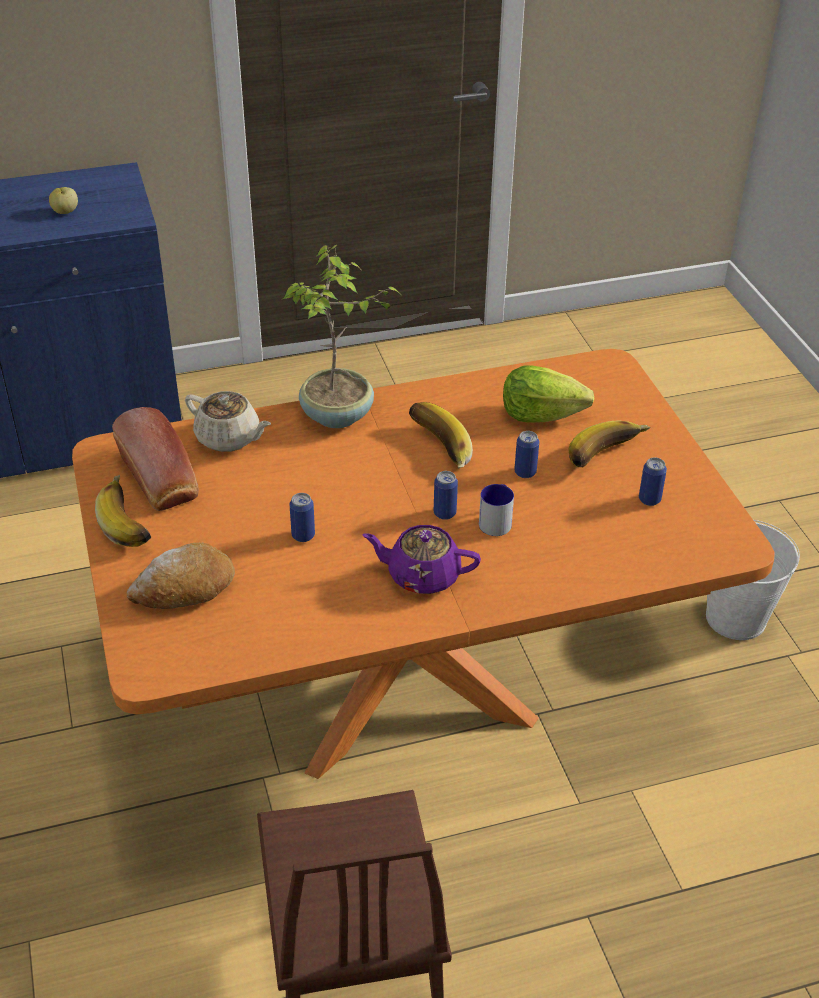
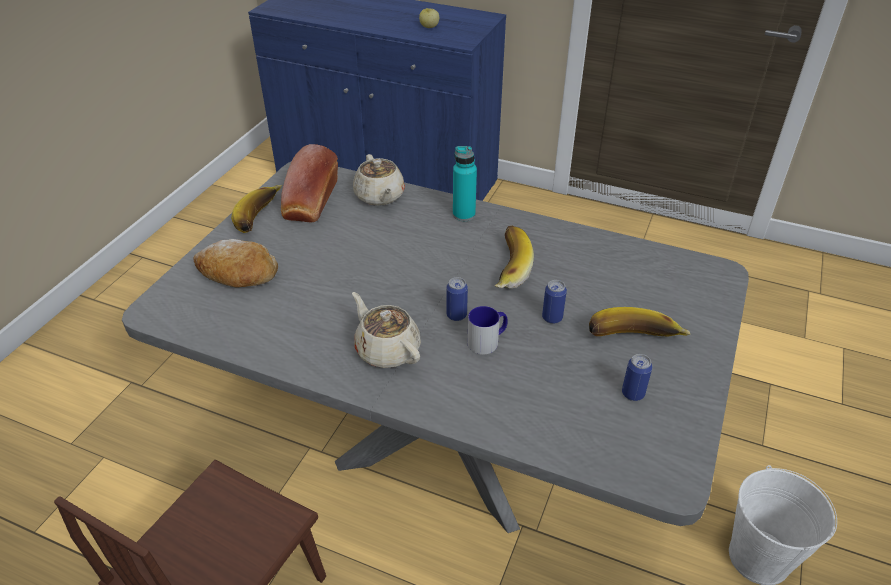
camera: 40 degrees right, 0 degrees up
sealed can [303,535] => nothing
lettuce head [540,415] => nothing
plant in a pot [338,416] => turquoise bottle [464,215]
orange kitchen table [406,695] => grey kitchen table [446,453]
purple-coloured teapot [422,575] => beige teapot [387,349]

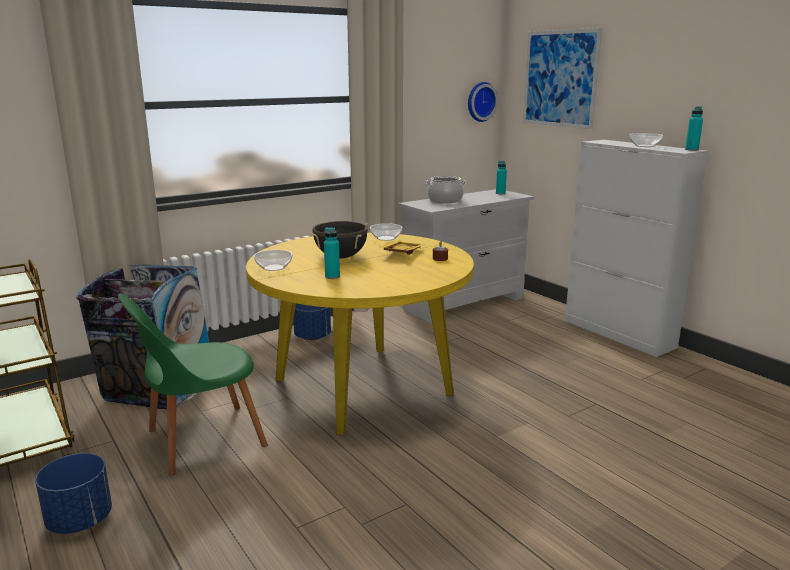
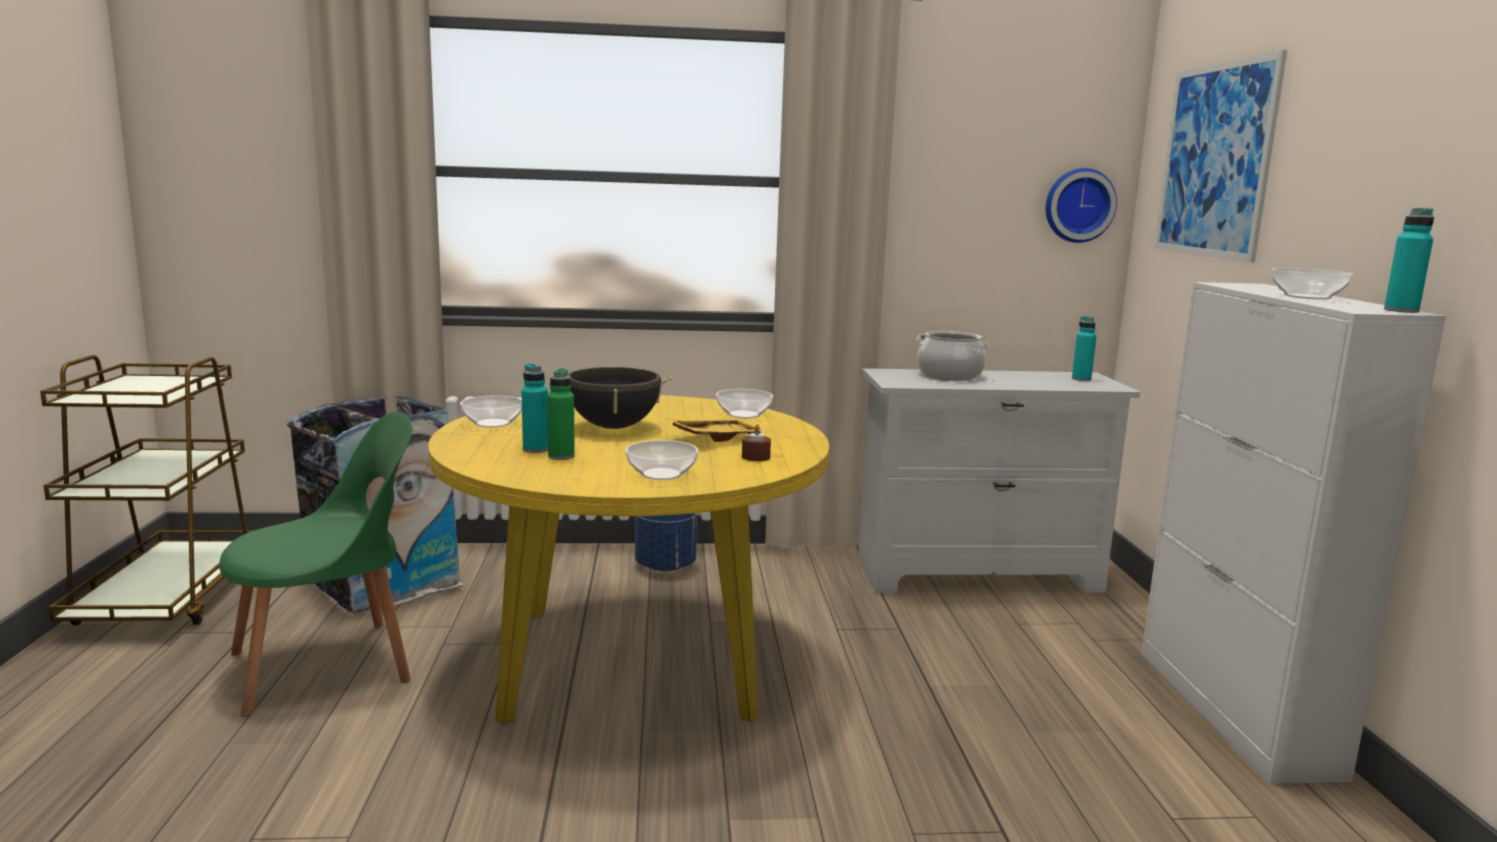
camera: 30 degrees right, 5 degrees down
blue-coloured plant pot [80,520] => nothing
nothing => green bottle [561,456]
nothing => serving bowl [662,474]
green upright chair [200,440] => green upright chair [329,665], 150 degrees clockwise

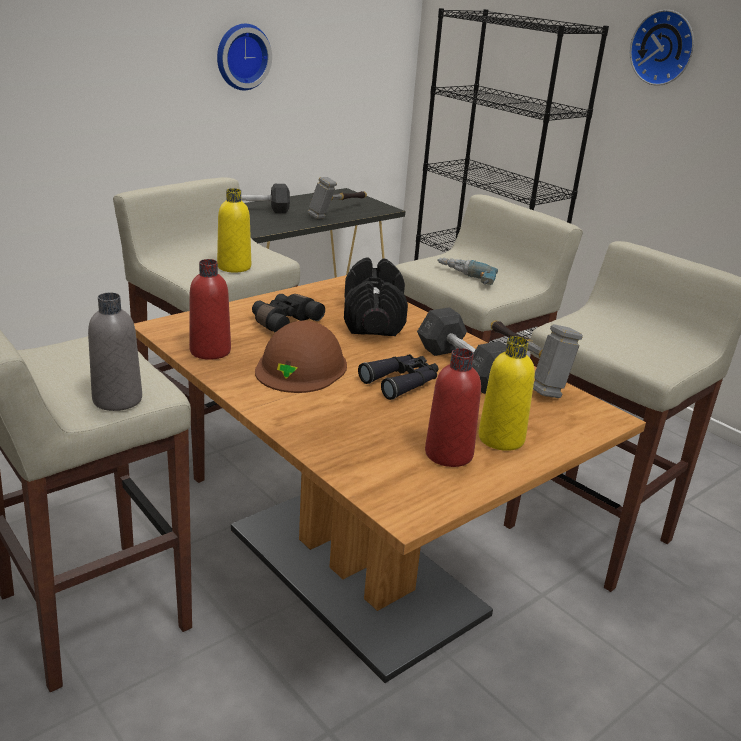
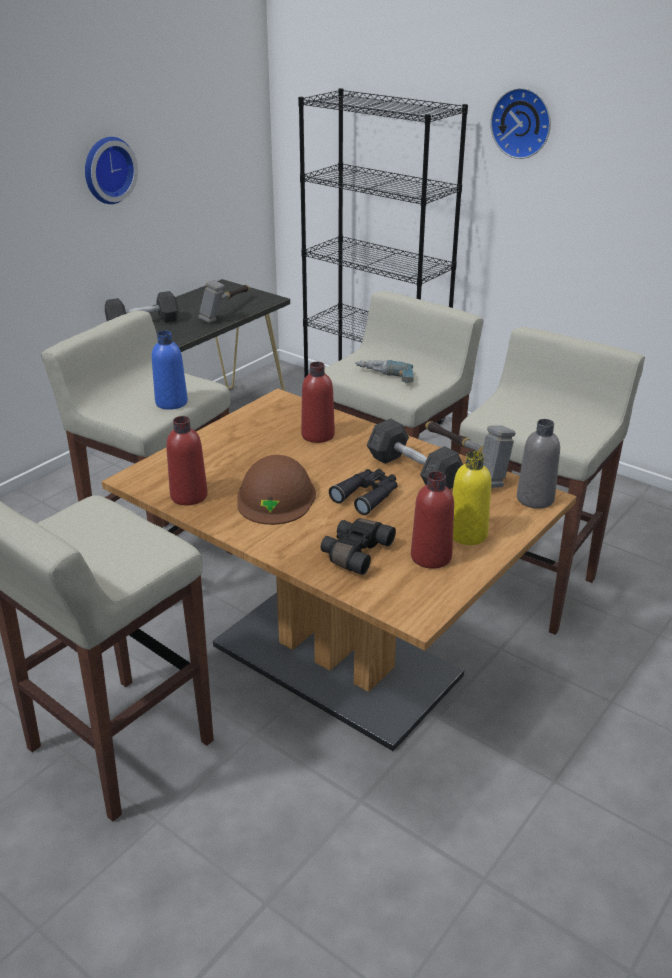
camera: 10 degrees left, 5 degrees up
grey bottle [117,399] => grey bottle [535,499], move
black-coloured binoculars [284,321] => black-coloured binoculars [354,553], move
black-coloured free weight [373,319] => red-coloured bottle [318,435]
yellowish bottle [234,267] => blue-coloured bottle [171,403]

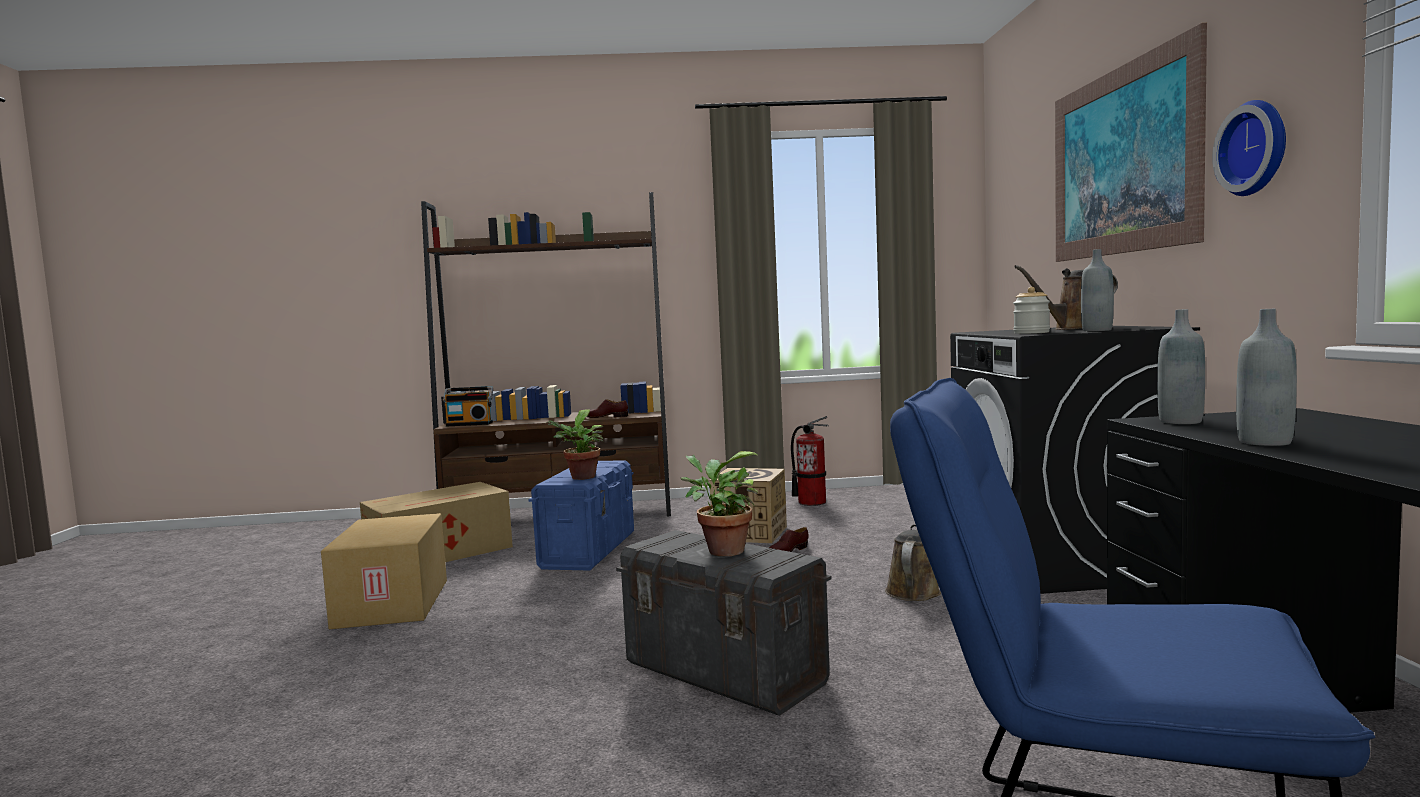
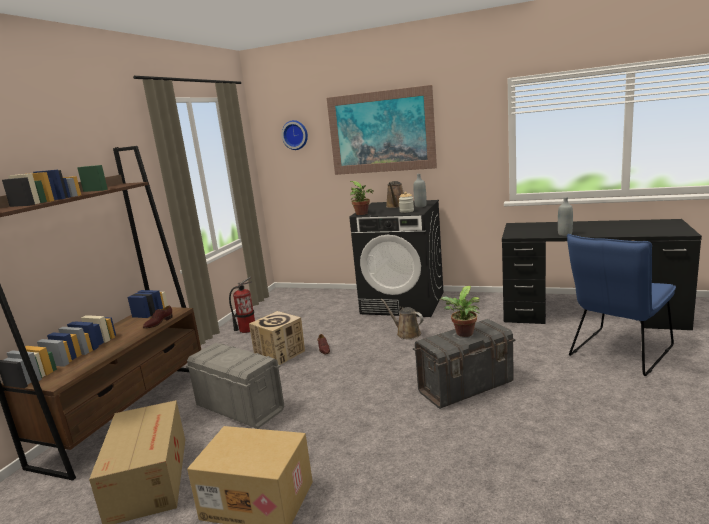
camera: 65 degrees left, 10 degrees up
radio [470,424] => nothing
grey bottle [1180,421] => nothing
plant in a pot [581,478] => plant in a pot [363,214], move
clock on the wall [1256,148] => clock on the wall [295,135], move
blue-coloured storage box [589,550] => grey storage box [240,407]

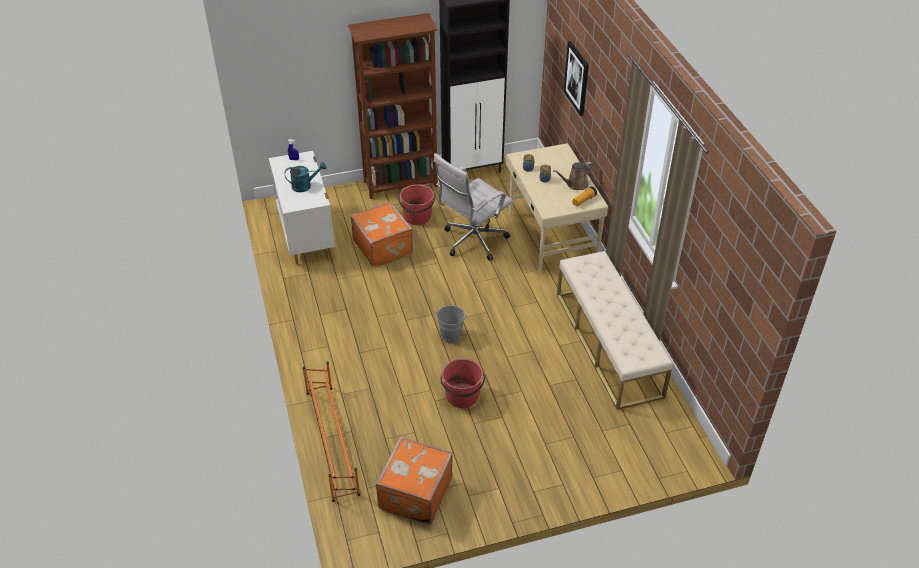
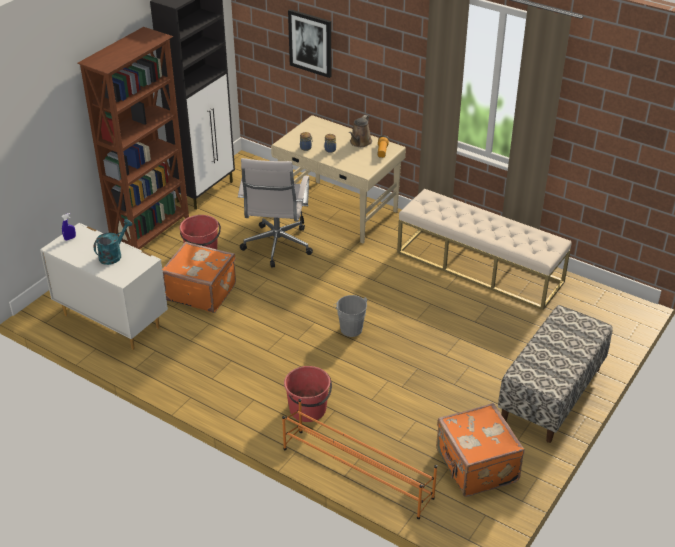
camera: 40 degrees left, 5 degrees down
nothing => long seat [551,394]
red-coloured pail [462,396] => red-coloured pail [308,409], move

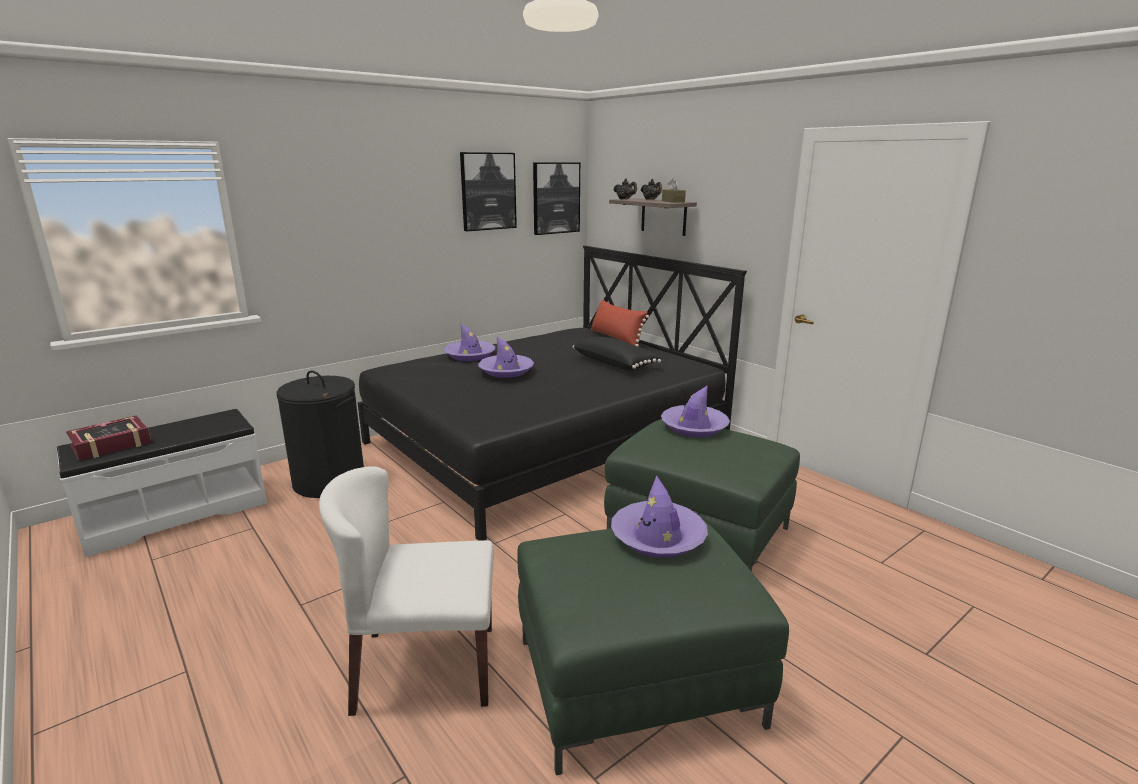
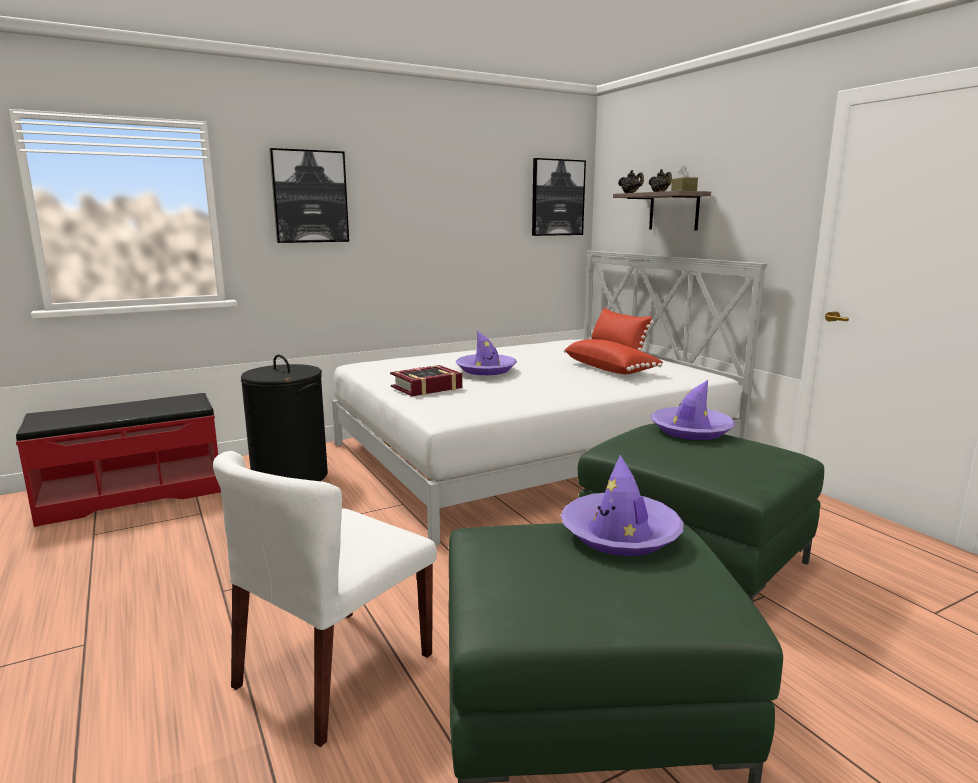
camera: 10 degrees right, 5 degrees down
purple-coloured wearable hat [470,355] => nothing
bound book [111,444] => bound book [426,387], move
picture [488,191] => picture [310,197], move
white long seat [176,513] => red-coloured long seat [133,494]
black-coloured sleeping bed [545,441] => white sleeping bed [529,454]
black-coloured pillow [615,364] => red-coloured pillow [610,369]
white upright chair [424,668] => white upright chair [334,671], 60 degrees counterclockwise

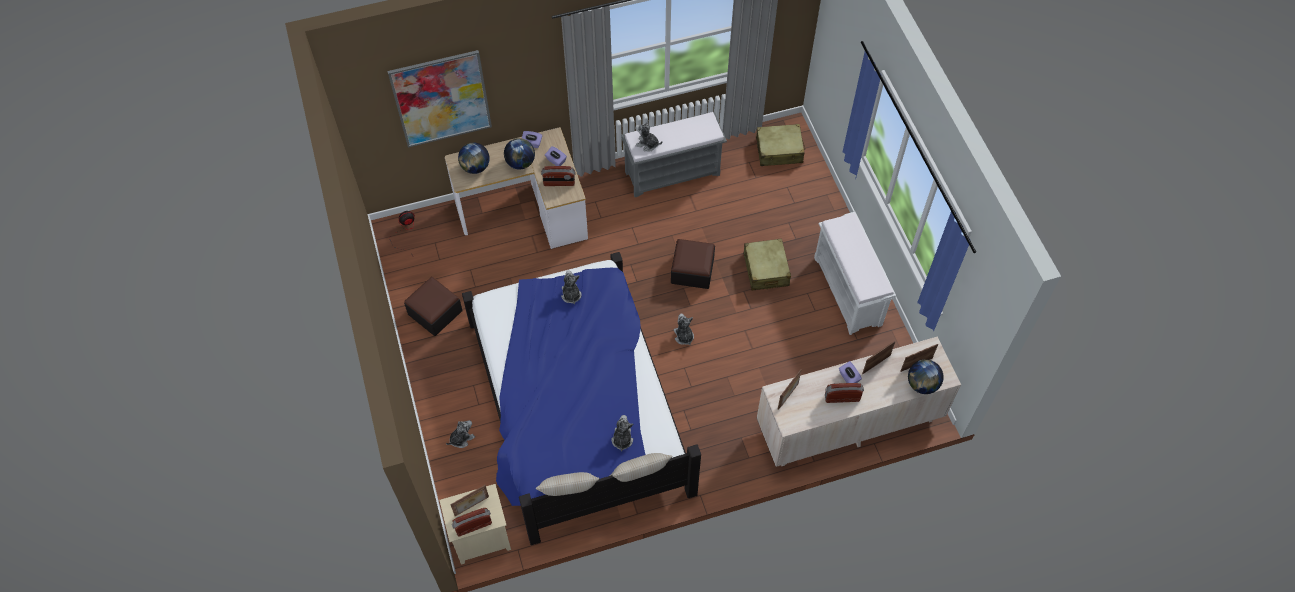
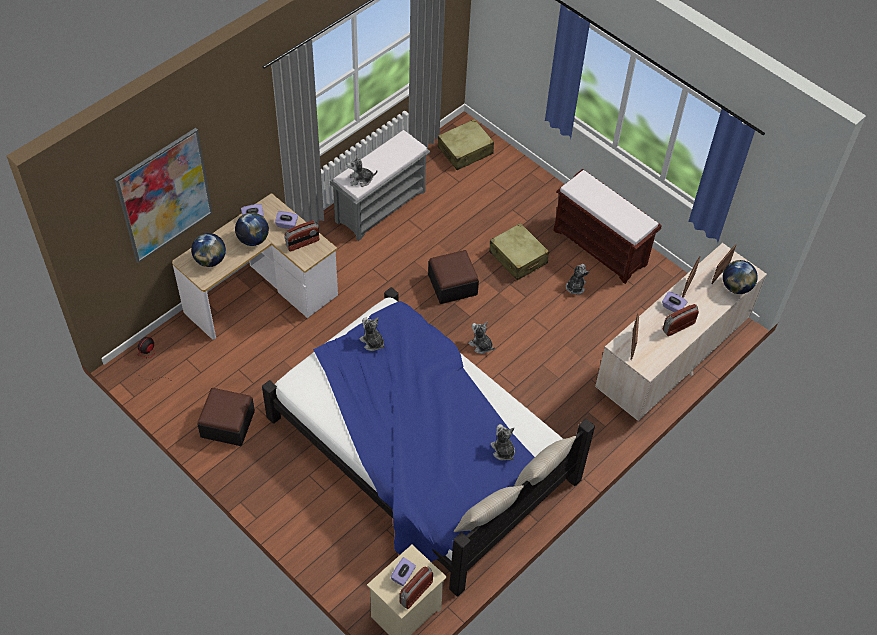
camera: 30 degrees left, 5 degrees down
soft toy [461,438] => soft toy [575,287], move
picture frame [472,507] => purple-coloured tissue box [403,575]
white long seat [848,291] => brown long seat [601,247]

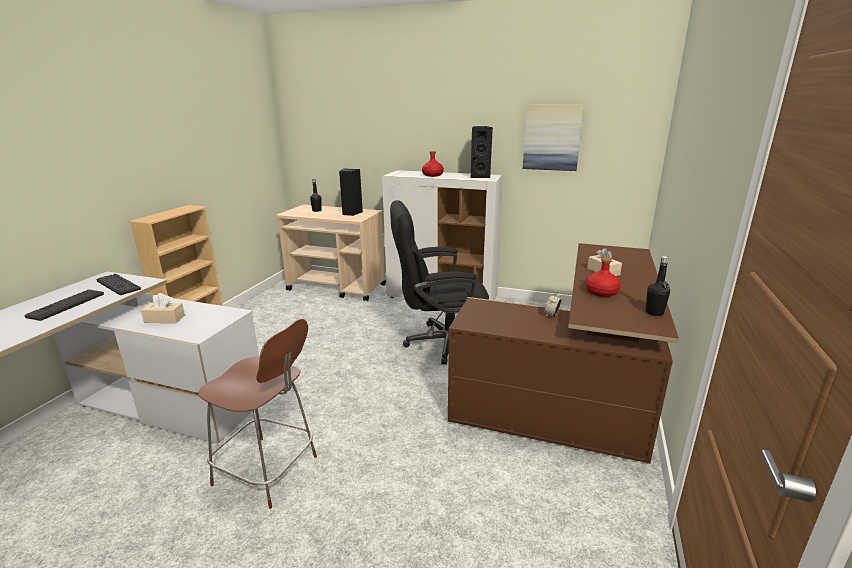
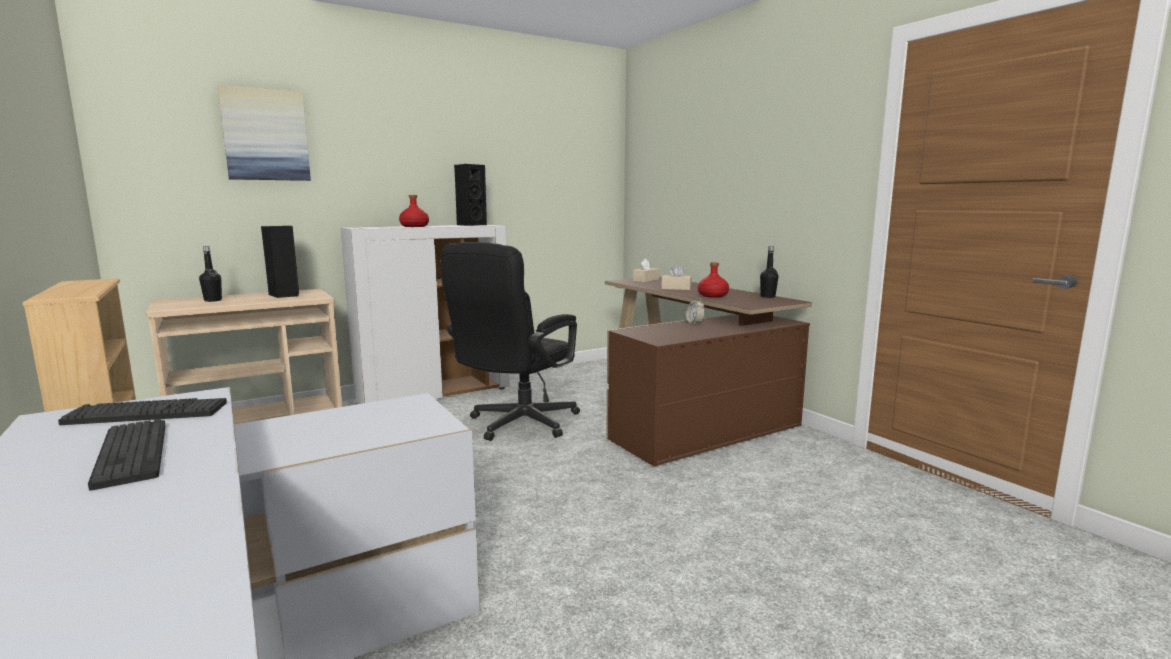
camera: 50 degrees left, 10 degrees down
brown stool [268,471] => nothing
beige tissue box [164,319] => beige tissue box [646,280], move
picture [552,137] => picture [266,135], move

